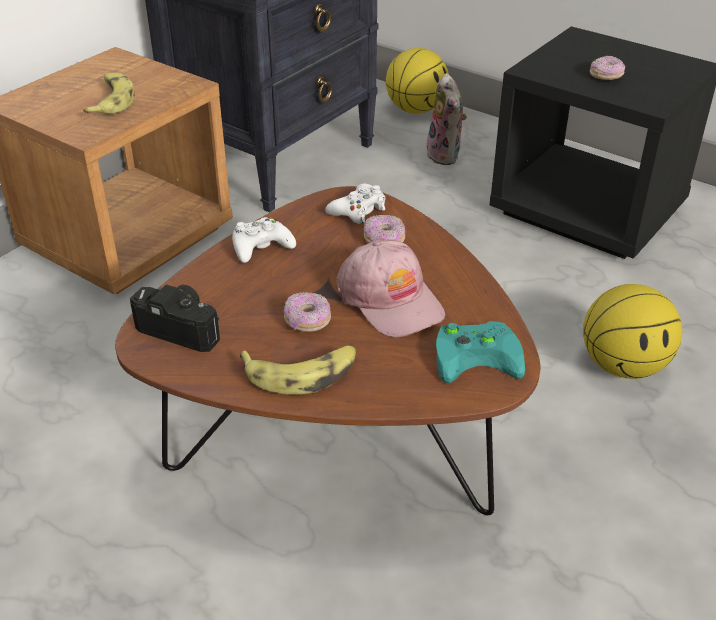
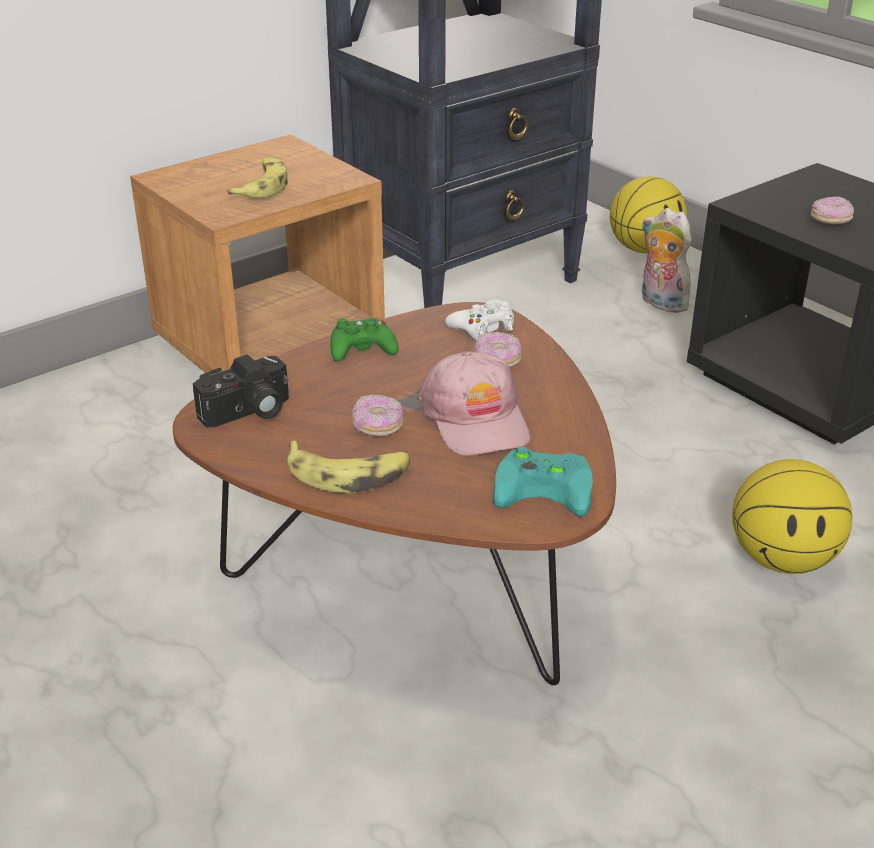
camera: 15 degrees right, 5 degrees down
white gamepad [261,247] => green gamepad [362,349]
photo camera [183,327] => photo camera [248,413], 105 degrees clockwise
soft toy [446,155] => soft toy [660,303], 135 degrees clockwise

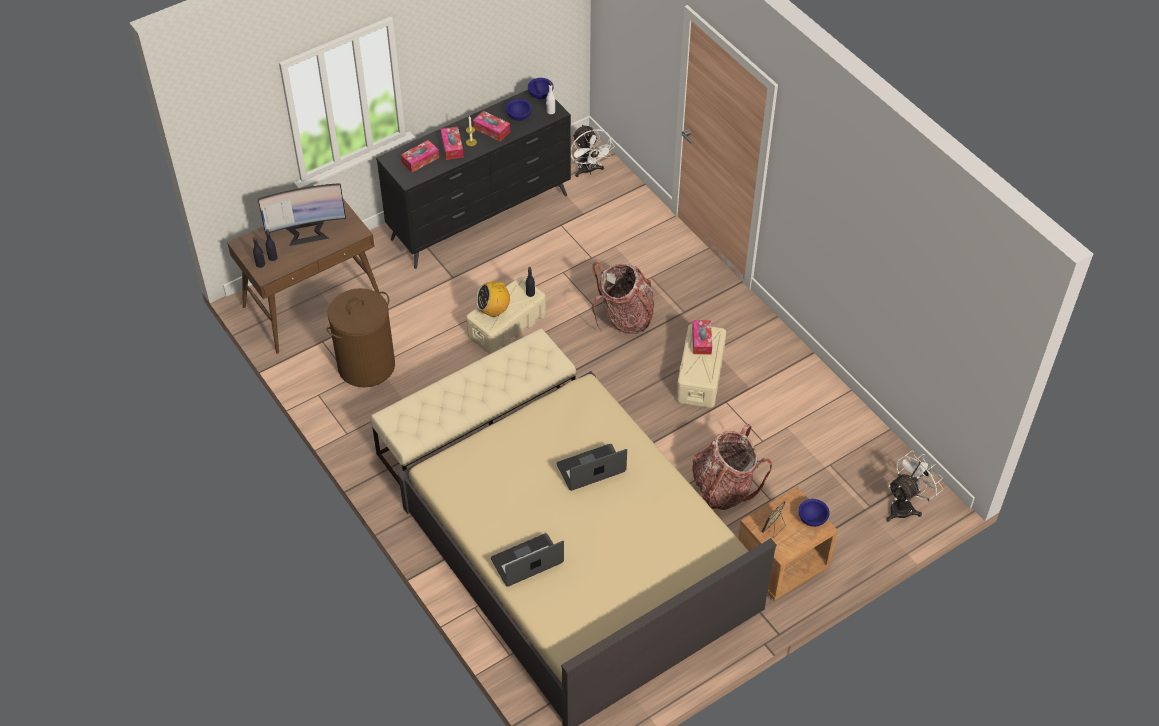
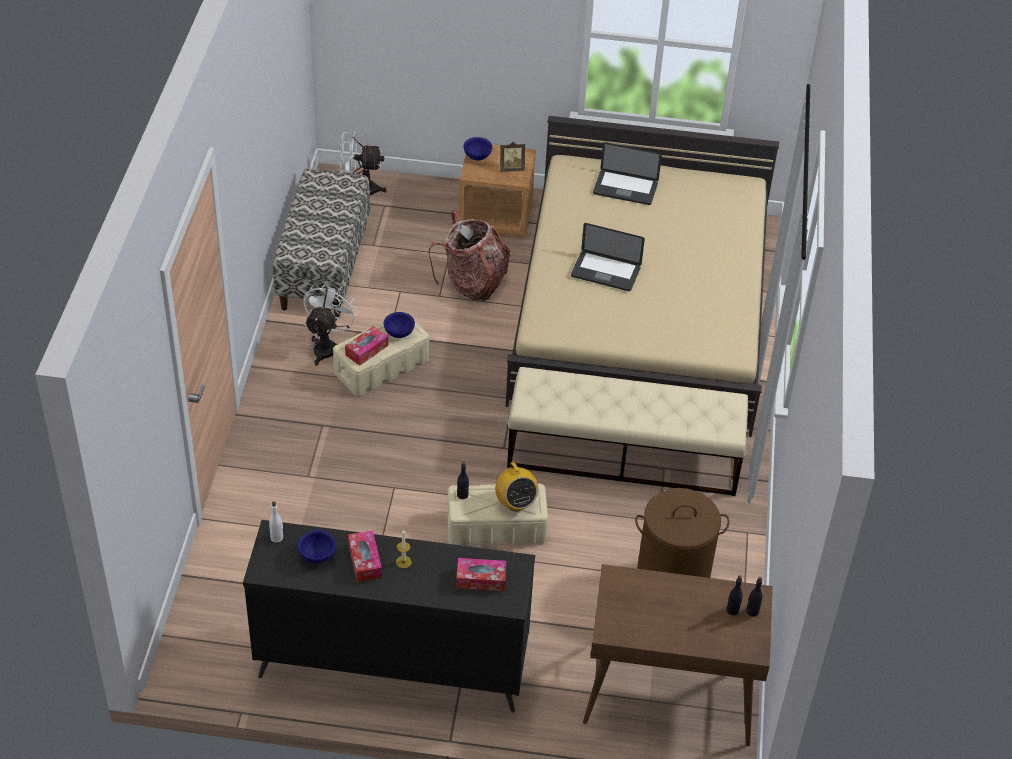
camera: 140 degrees left, 5 degrees down
monitor [307,232] => nothing
tissue box [452,147] => nothing
backpack [624,318] => nothing
nothing => long seat [323,267]
portable computer [527,561] => portable computer [625,189], move
blue-coloured serving bowl [541,95] => blue-coloured serving bowl [398,333], move
white electric fan [588,171] => white electric fan [328,346], move
radio [494,310] => radio [515,503], 45 degrees clockwise

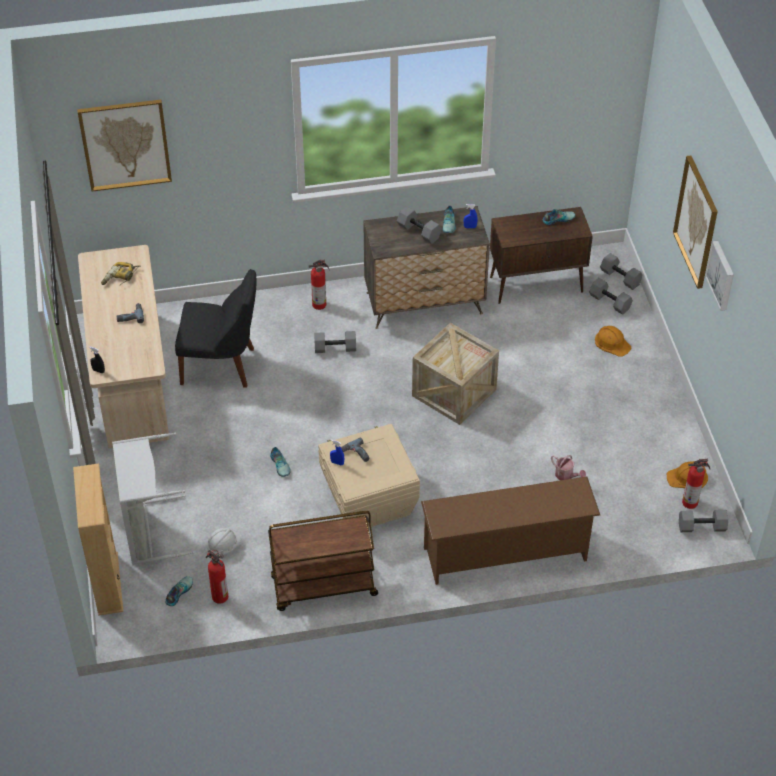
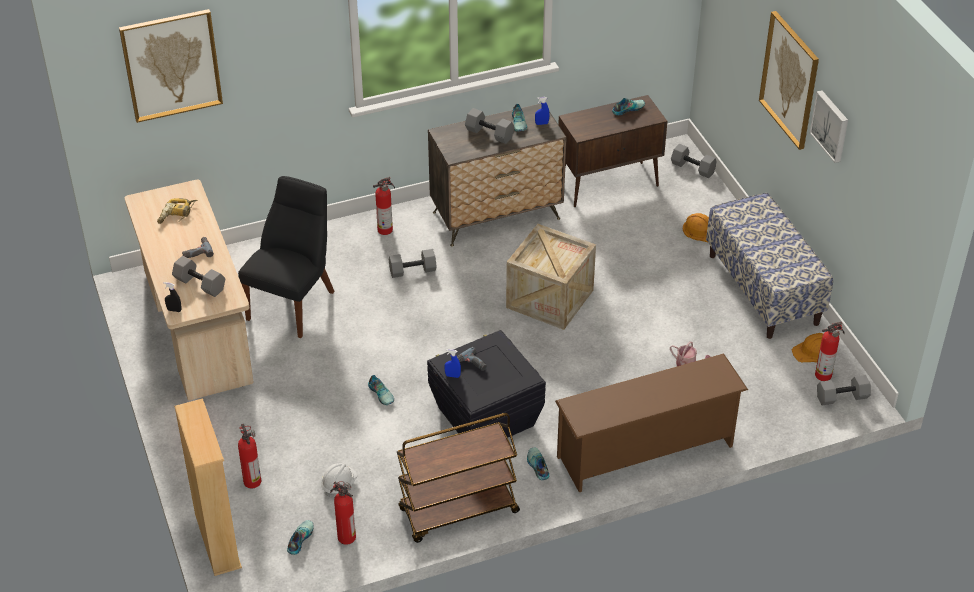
camera: 10 degrees left, 5 degrees down
nothing => low shoe [537,466]
nothing => long seat [763,289]
grey free weight [609,302] => grey free weight [199,284], move
grey washing basket [149,531] => extinguisher [252,480]
beige storage box [368,499] => black-coloured storage box [484,416]
black-coloured upright chair [221,366] => black-coloured upright chair [294,303], 60 degrees counterclockwise

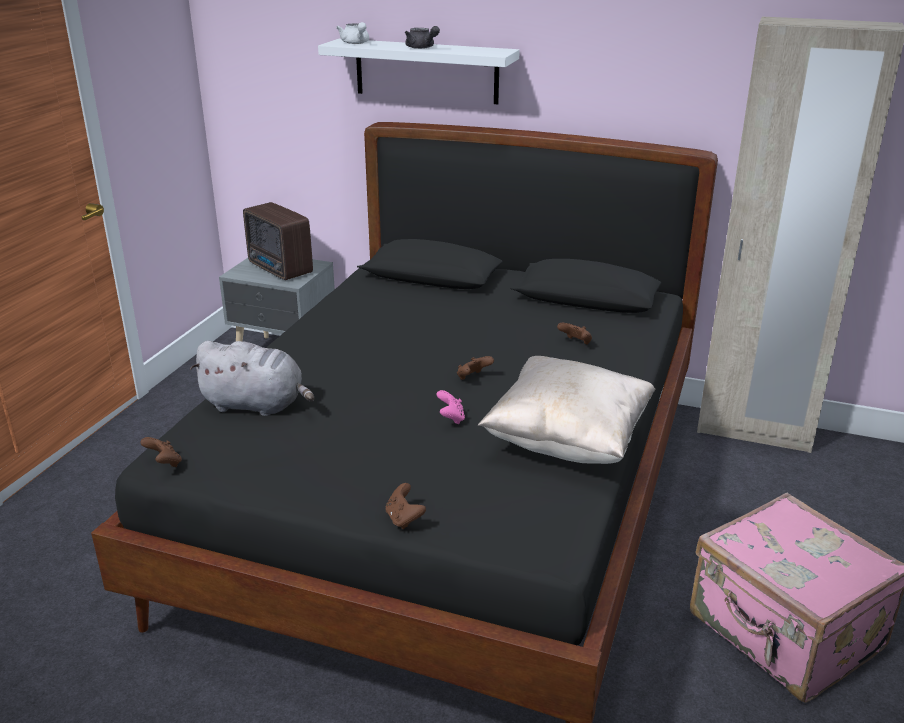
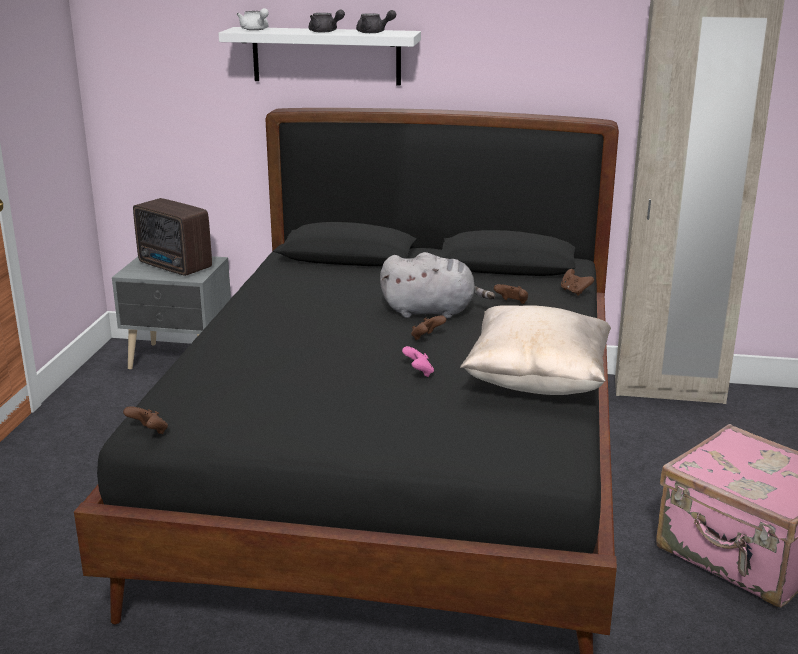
camera: 10 degrees left, 5 degrees down
nothing => grey teapot [374,32]
grey soft toy [257,405] => grey soft toy [432,312], move
brown gamepad [404,519] => brown gamepad [574,292], move

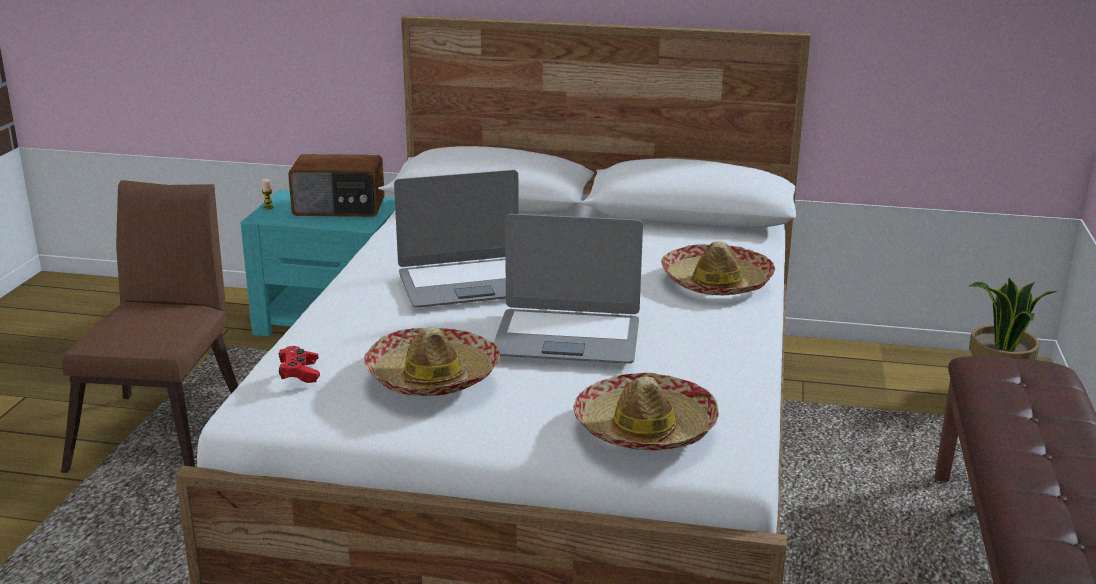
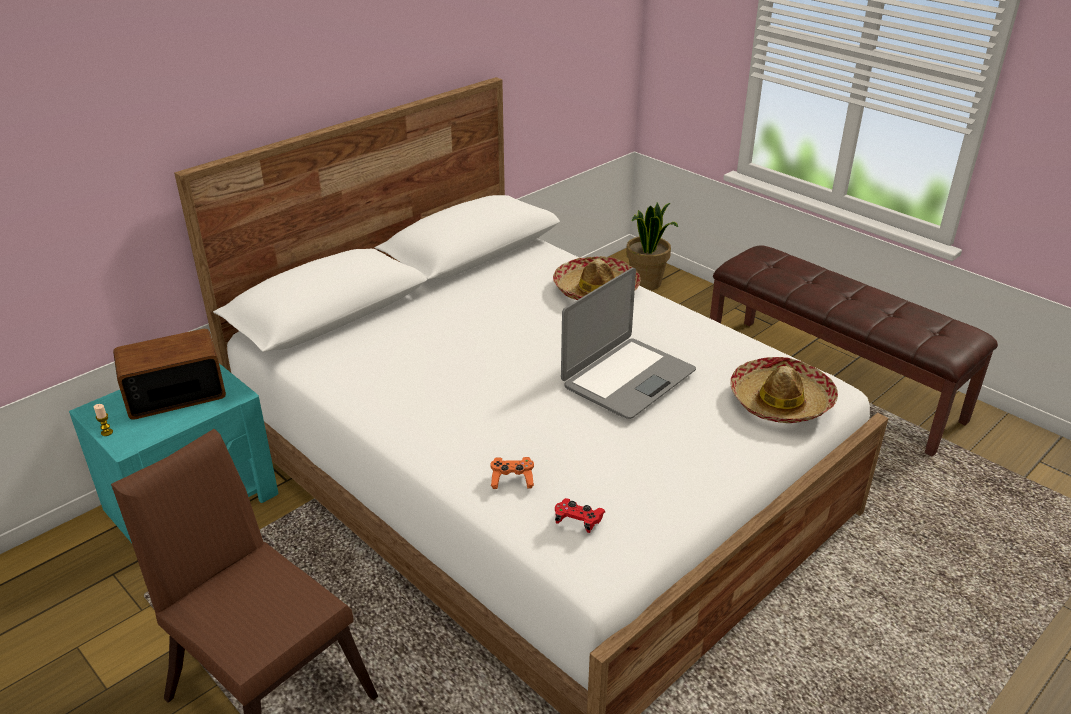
camera: 55 degrees left, 10 degrees up
wearable hat [433,376] => nothing
portable computer [467,284] => nothing
nothing => orange gamepad [512,479]
radio [339,208] => radio [174,393], 150 degrees counterclockwise

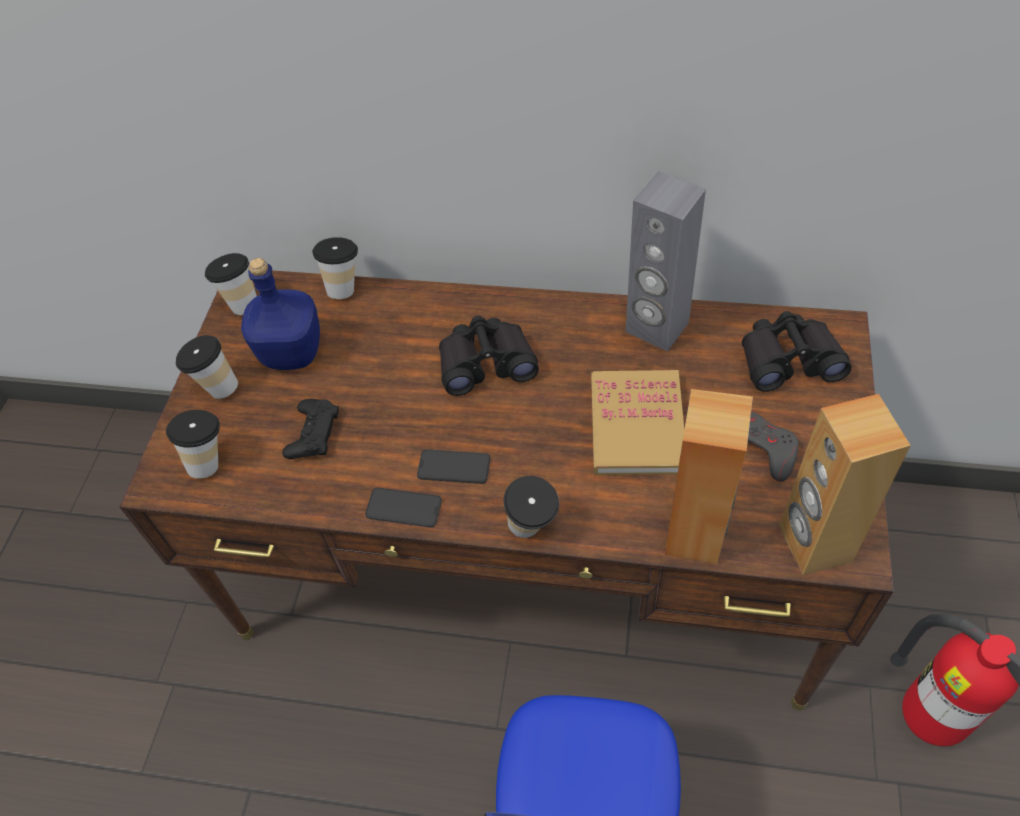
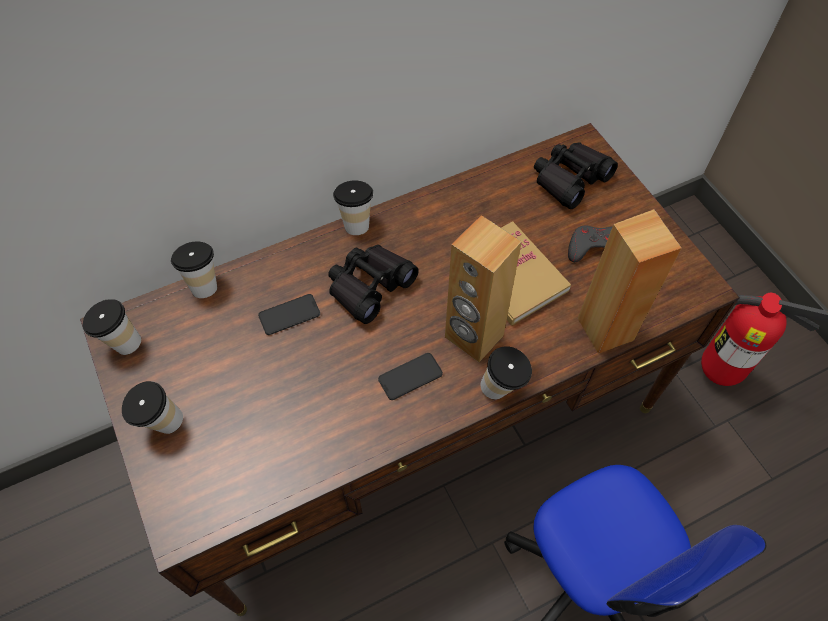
camera: 40 degrees left, 5 degrees up
blue-coloured bottle [291,353] => nothing
black-coloured gamepad [313,433] => nothing
grey audio speaker [656,328] => nothing
cup [210,460] => cup [356,222], move
handset [404,508] => handset [289,315], move
brown audio speaker [814,544] => brown audio speaker [473,337], move

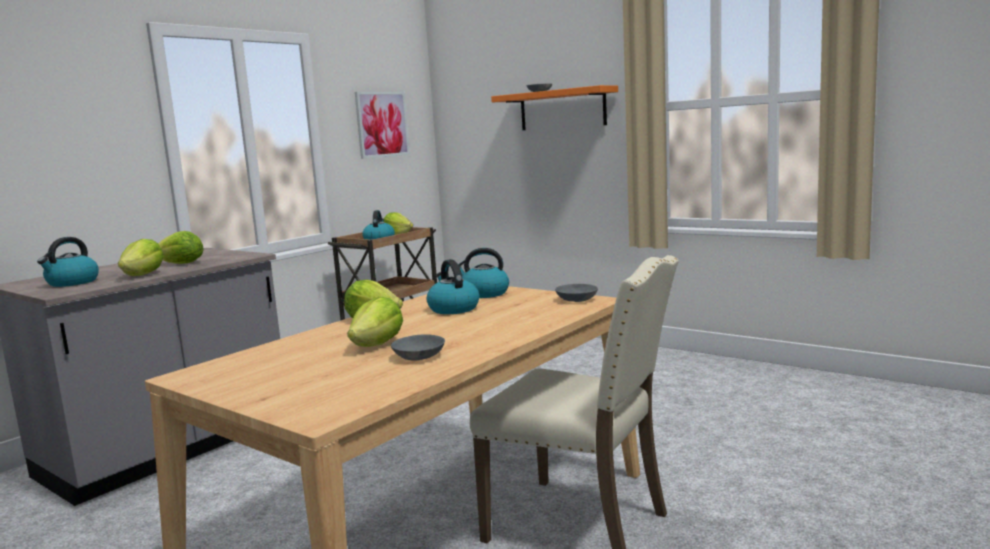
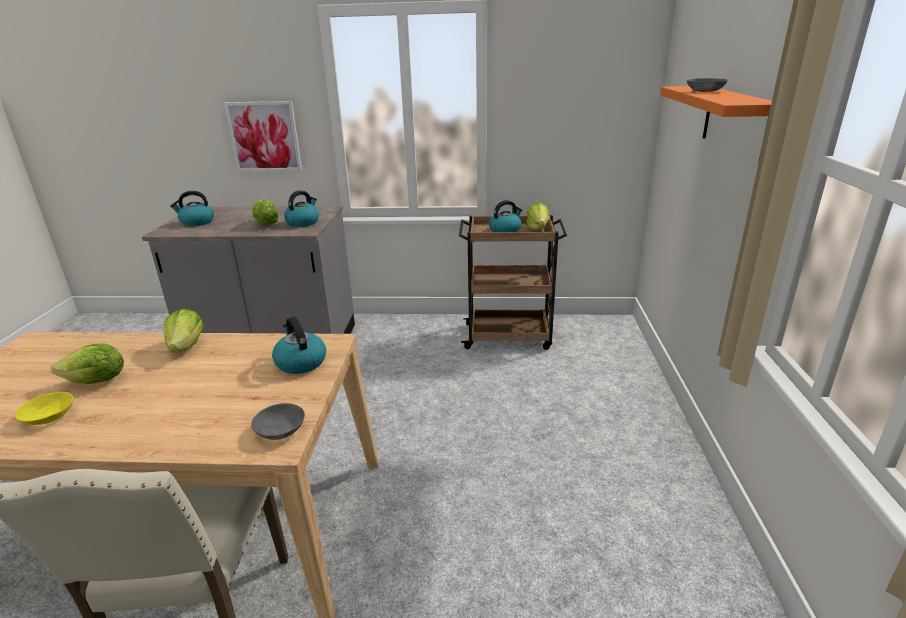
camera: 55 degrees right, 15 degrees up
lettuce head [144,275] => nothing
picture [382,124] => picture [264,136], move
kettle [453,309] => kettle [303,222], move
grey serving bowl [418,357] => yellowish serving bowl [49,416]

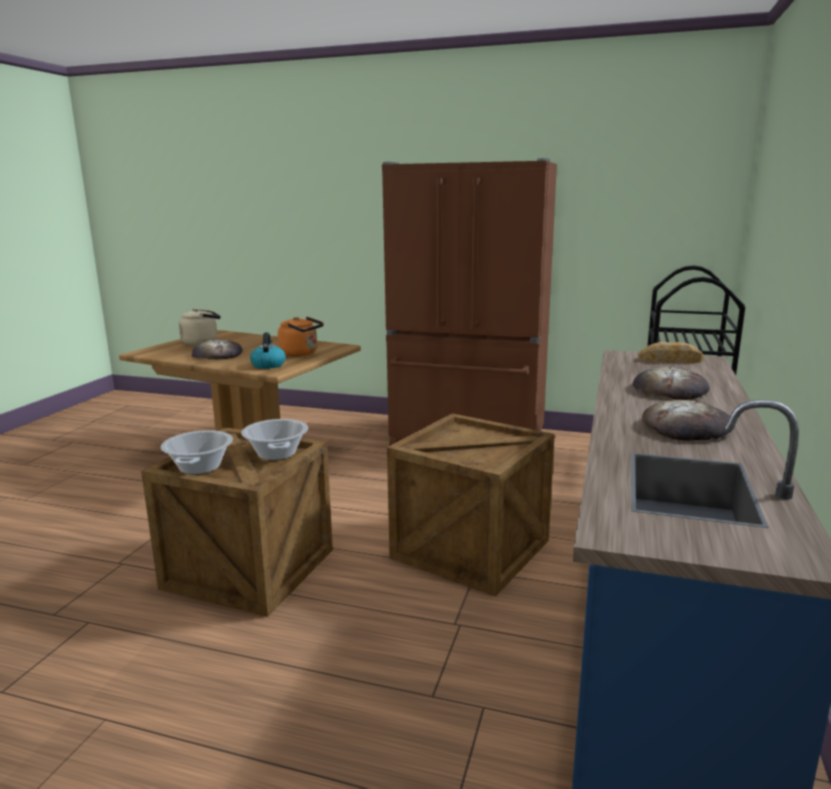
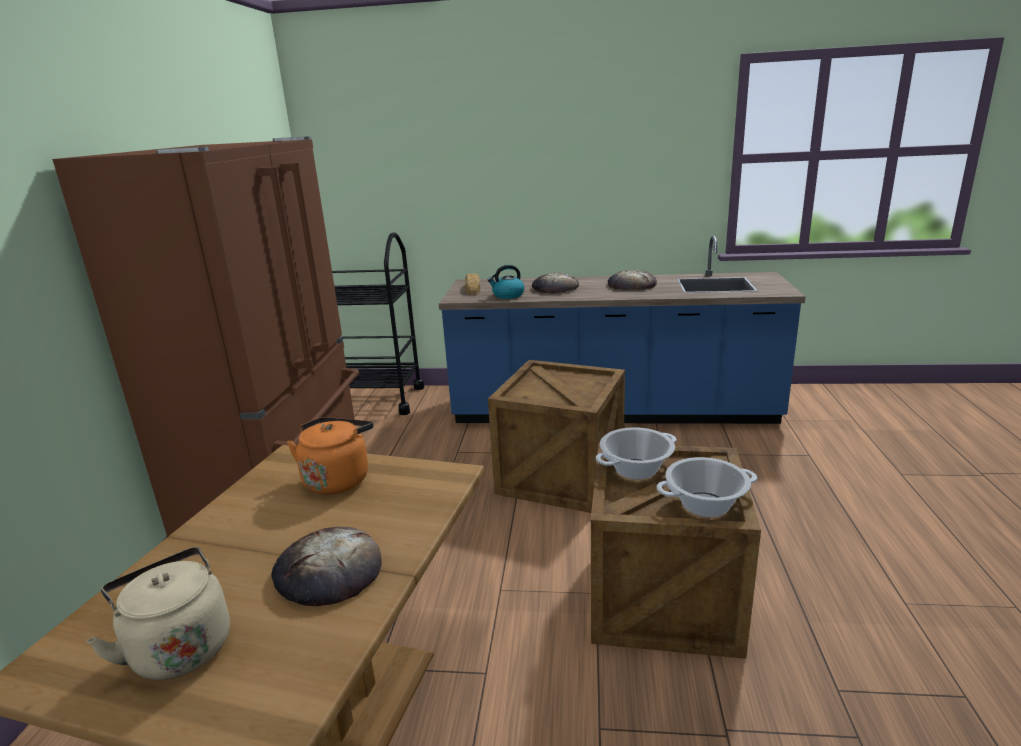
camera: 100 degrees left, 5 degrees up
kettle [268,365] => kettle [508,295], move

